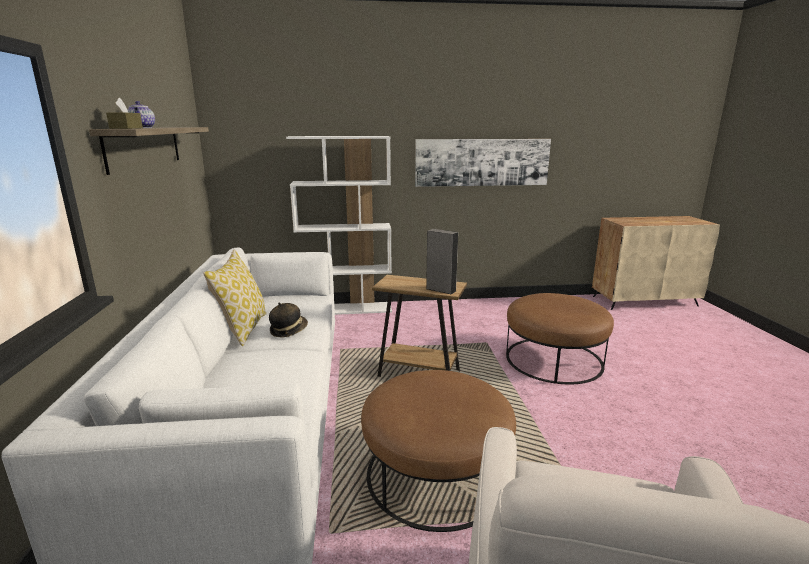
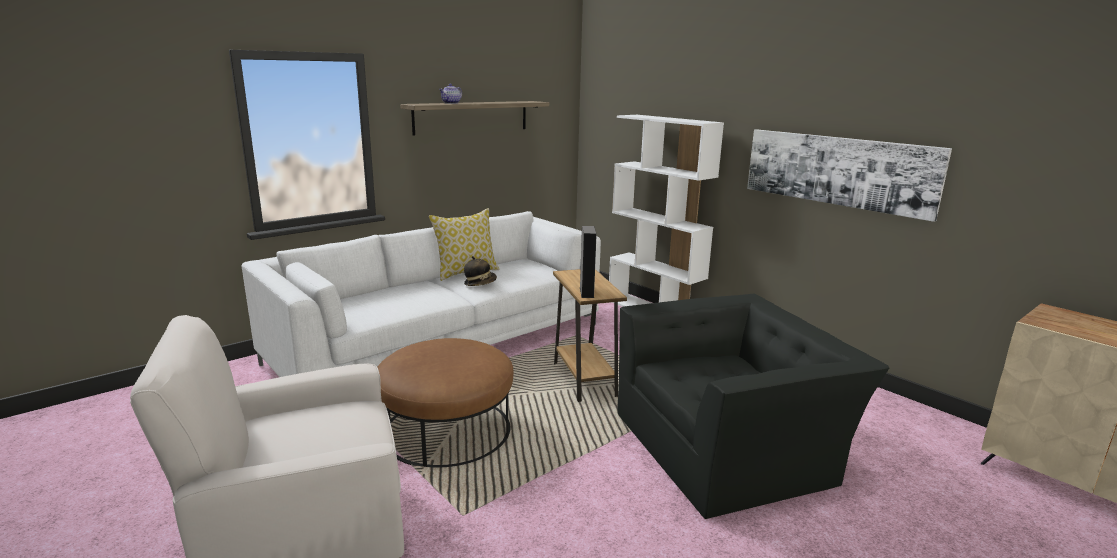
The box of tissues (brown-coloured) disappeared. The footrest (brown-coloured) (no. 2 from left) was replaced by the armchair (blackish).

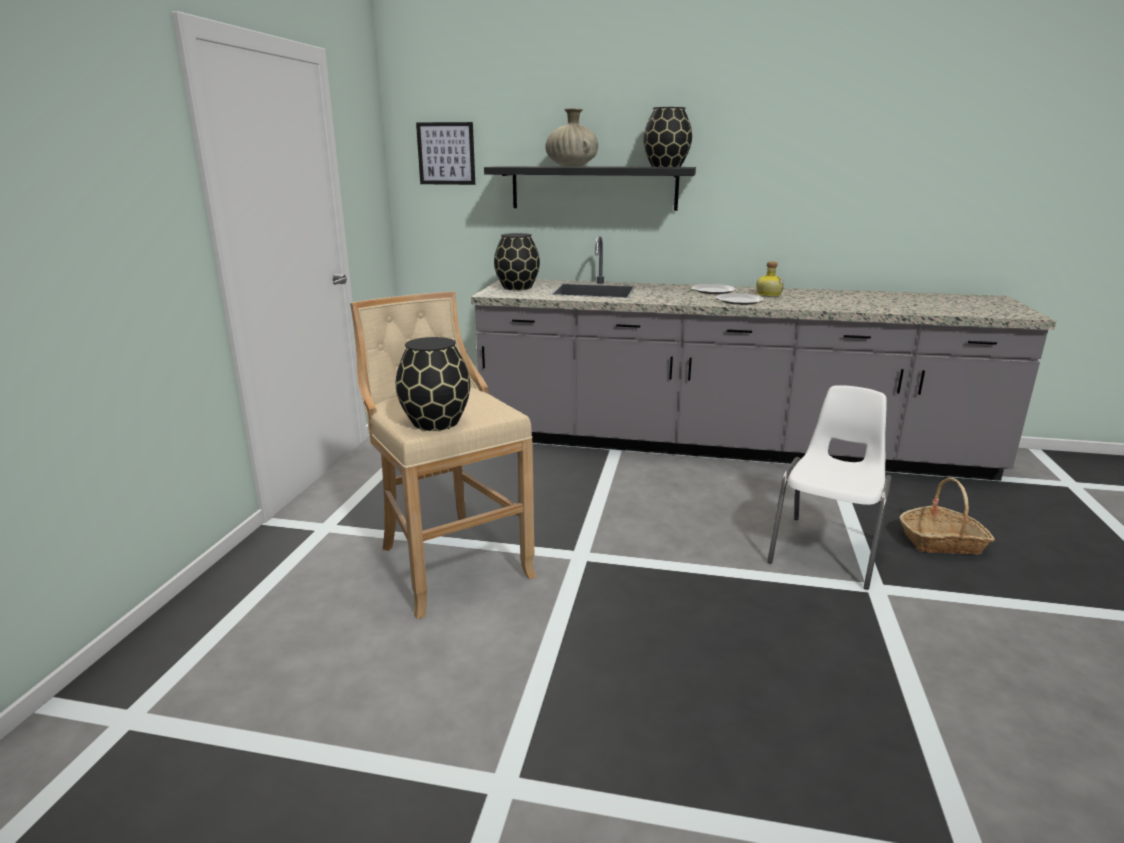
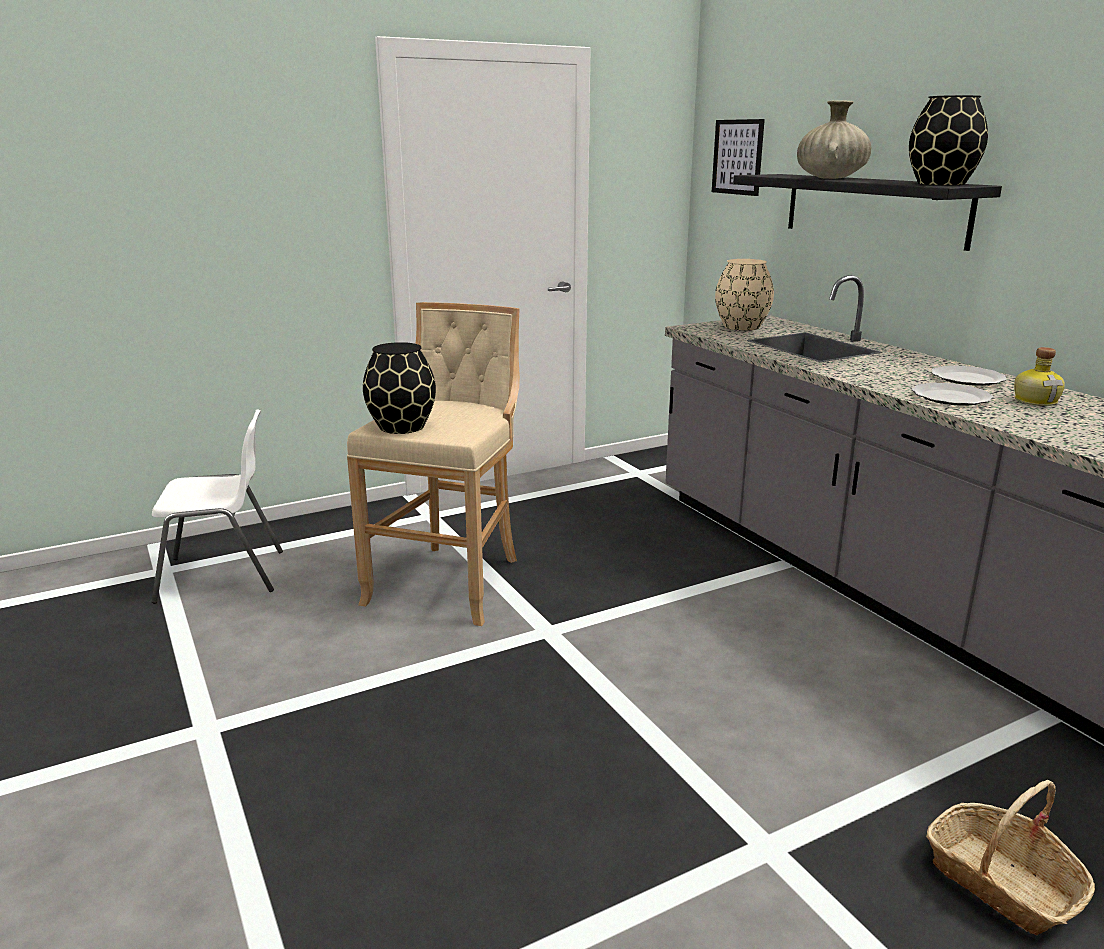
The plain chair (whitish) moved. The vase (blackish) (no. 2 from left) became the vase (beige-coloured) (no. 1 from left).

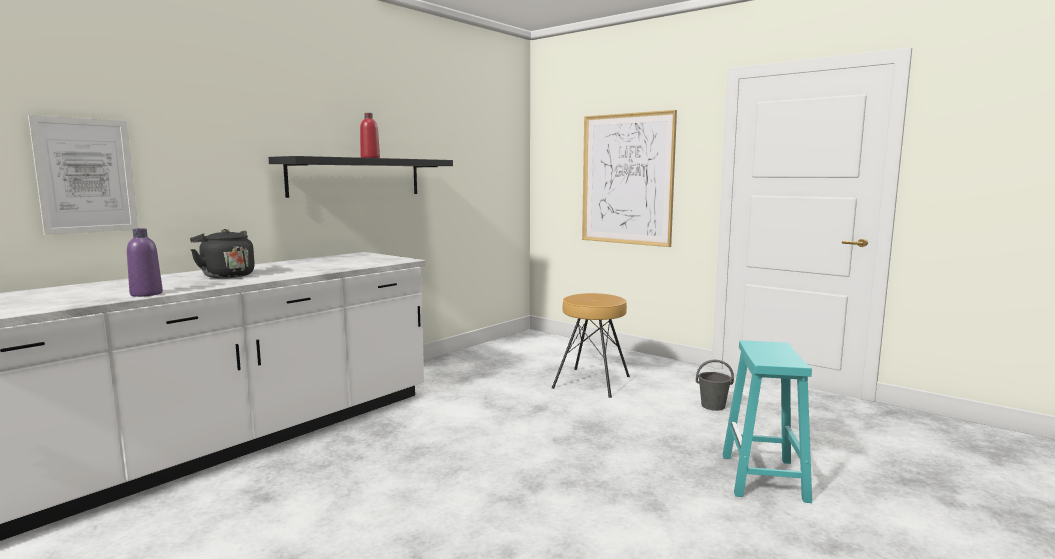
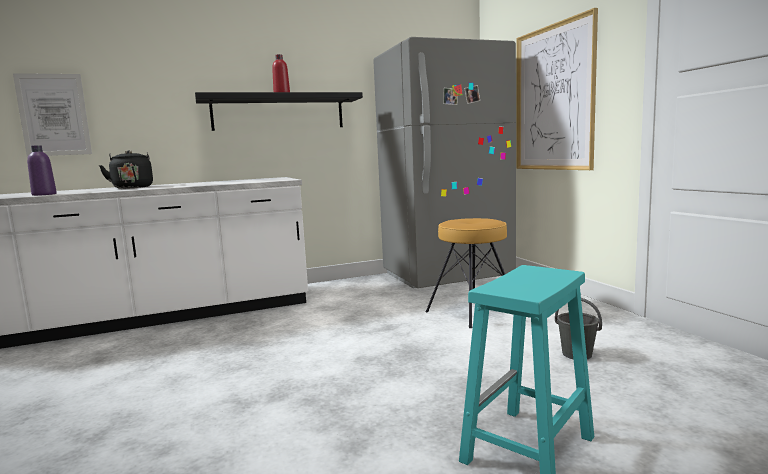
The refrigerator (gray) appeared.

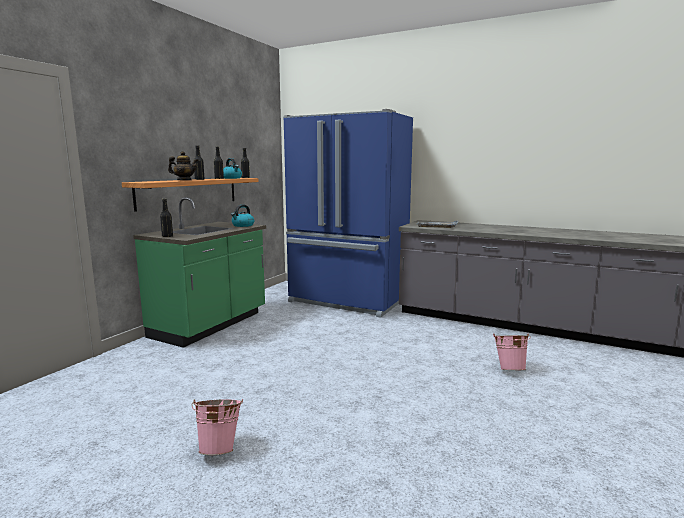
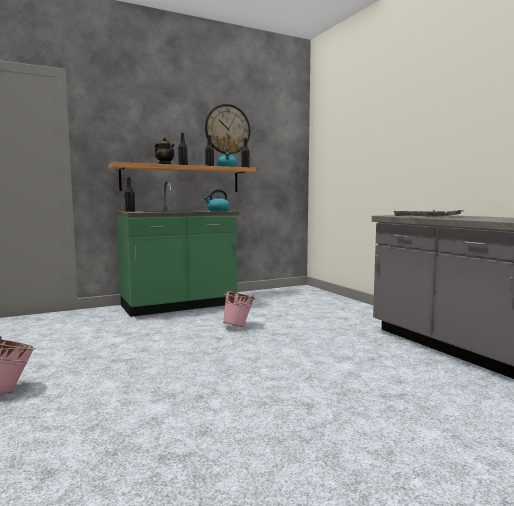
The refrigerator (blue) disappeared. The wall clock appeared. The pail (pinkish) (no. 2 from left) moved.

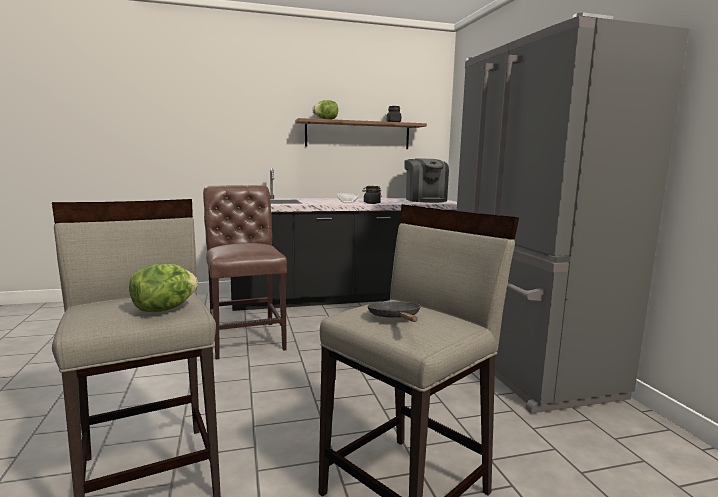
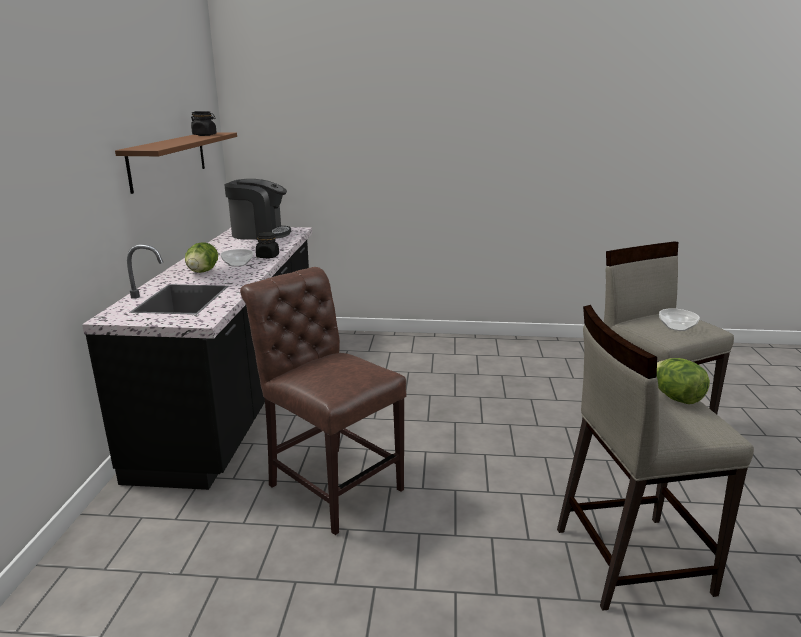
The refrigerator (gray) disappeared. The lettuce (no. 2 from left in the first image) moved. The pan (blackish) was replaced by the deep dish (no. 2 from left). The plain chair (brown-coloured) turned 45 degrees clockwise.

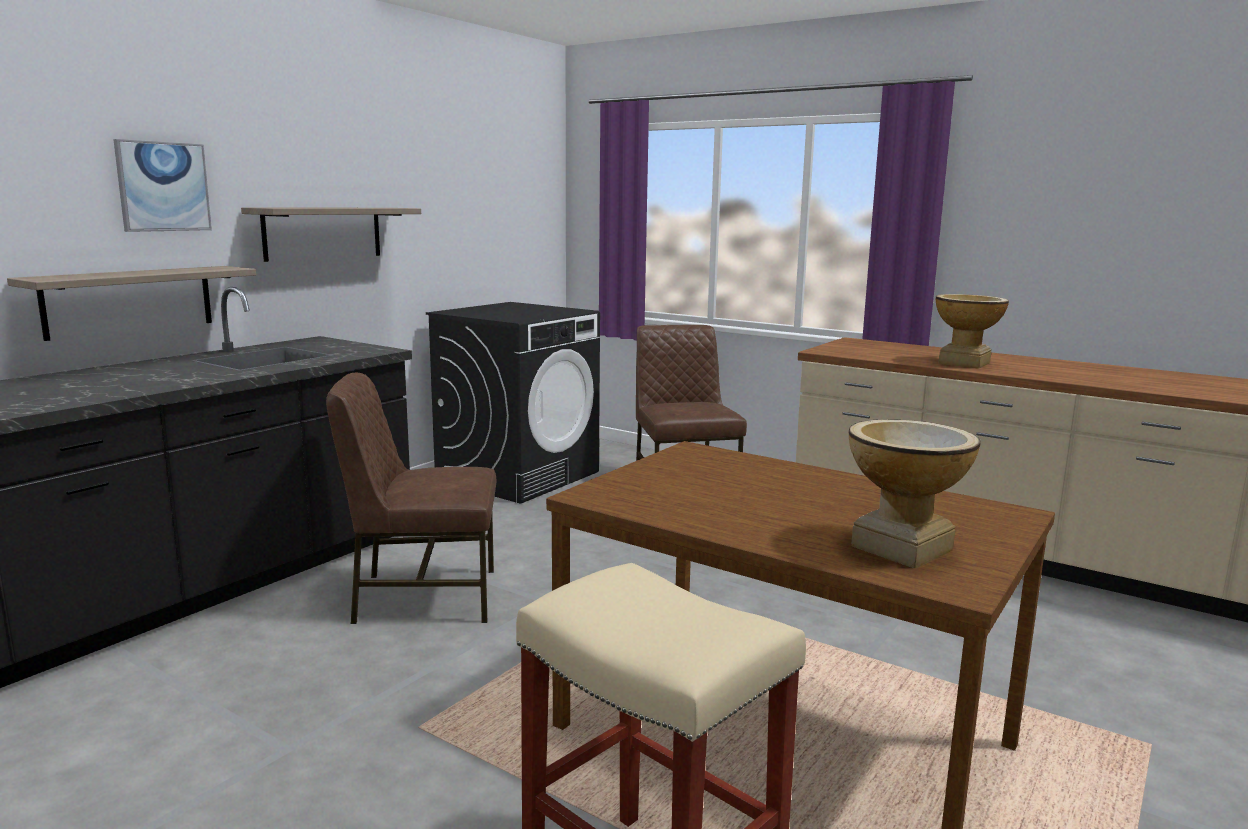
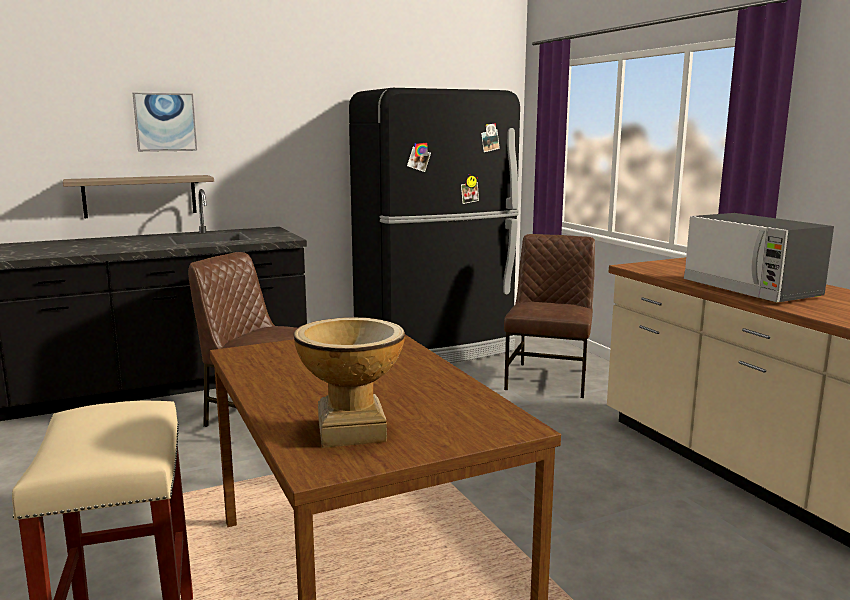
The wall shelf (no. 2 from left) disappeared. The washing machine (blackish) was replaced by the refrigerator (blackish). The vase (no. 2 from left) was replaced by the microwave oven.

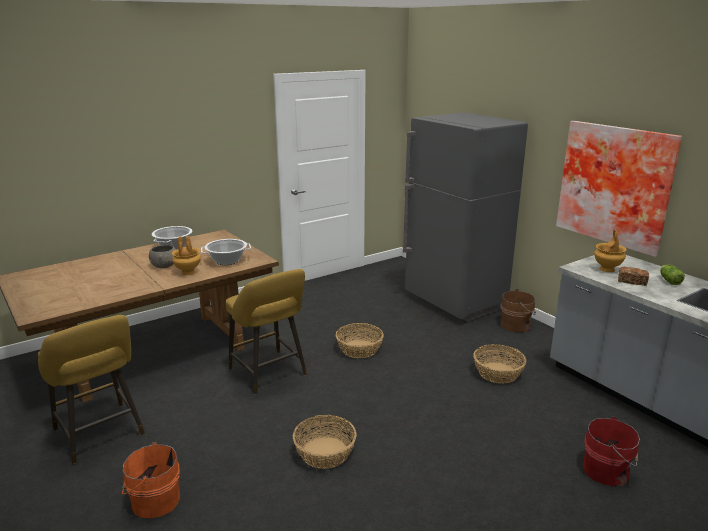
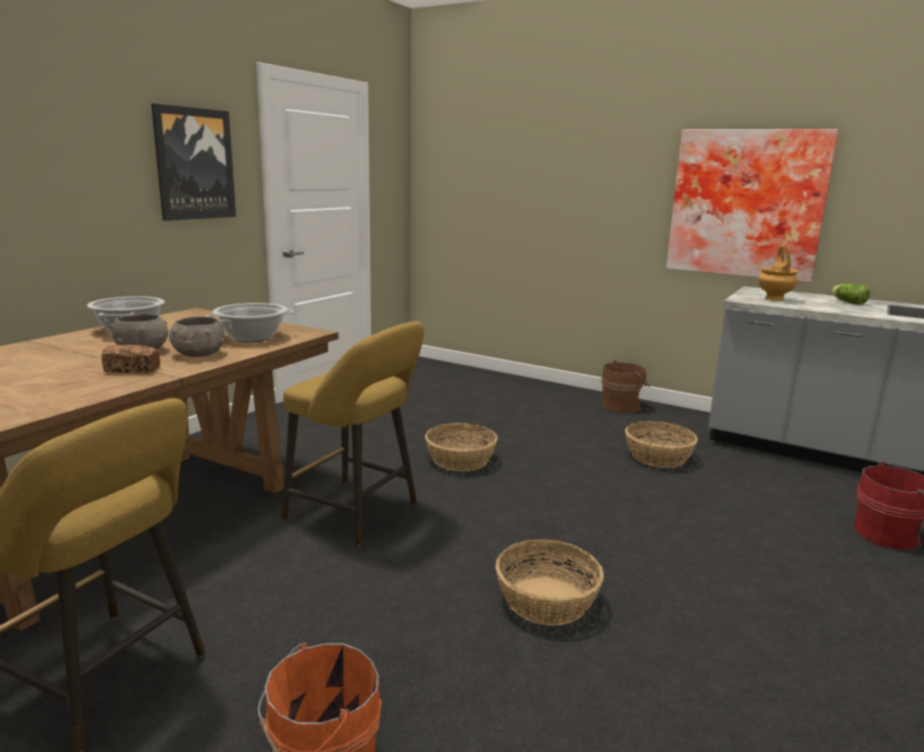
The refrigerator (gray) disappeared. The wall art (no. 1 from left) appeared. The bread moved. The vase (brown-coloured) (no. 1 from left) was replaced by the deep dish (gray) (no. 2 from left).

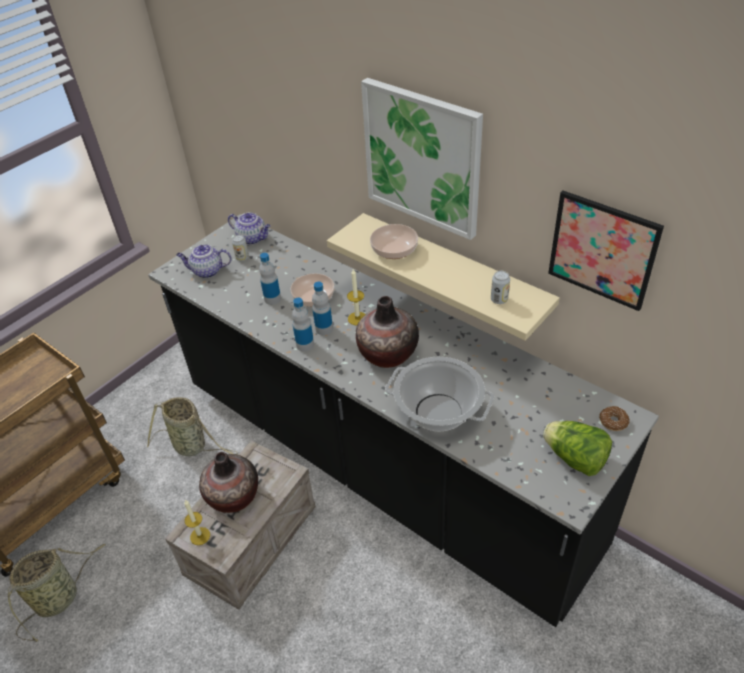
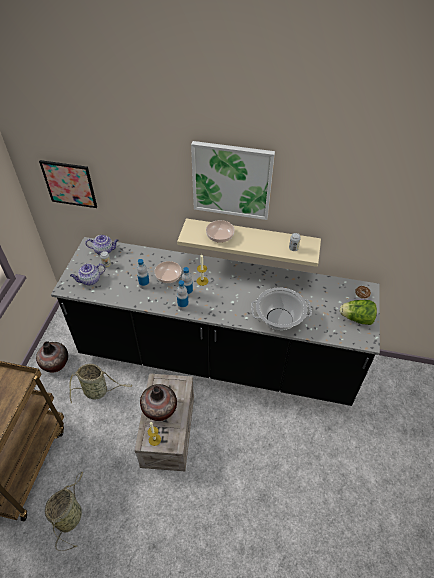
The vase (no. 2 from left in the first image) moved. The wall art (no. 2 from left in the first image) moved.

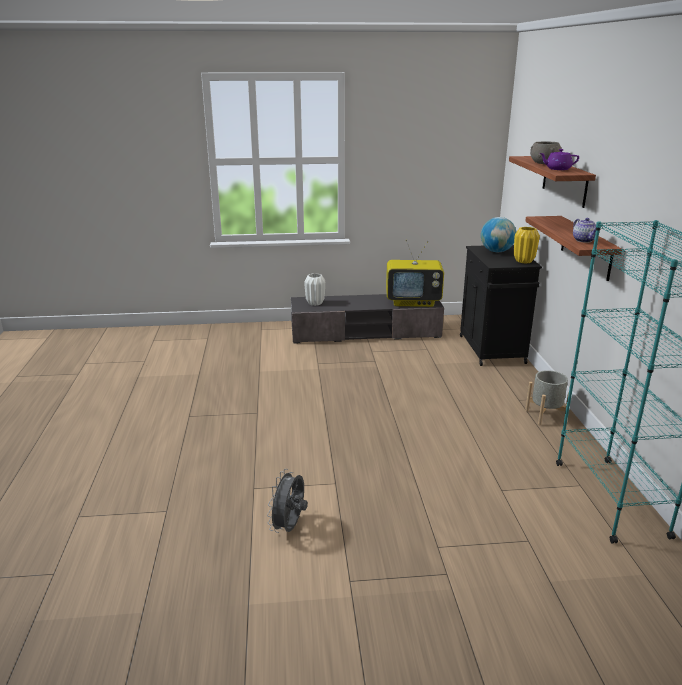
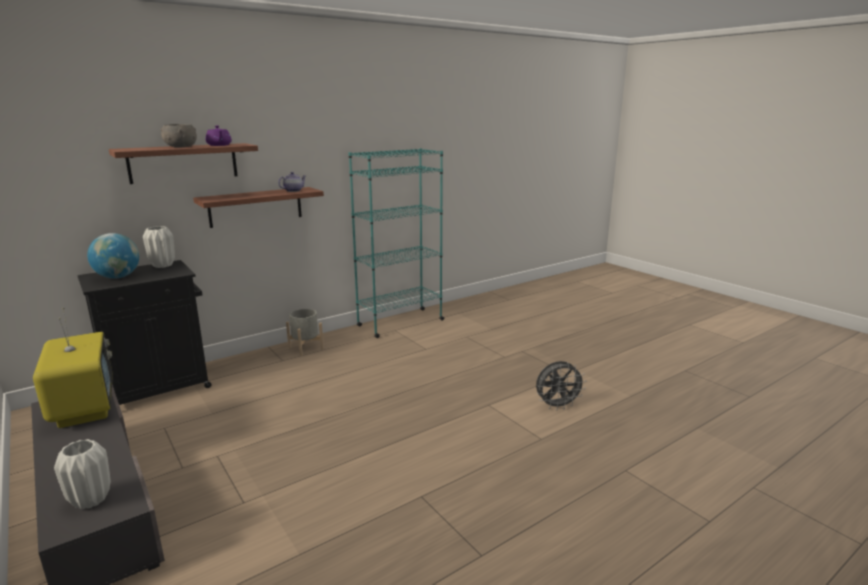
The vase (yellowish) became the vase (whitish) (no. 2 from left).

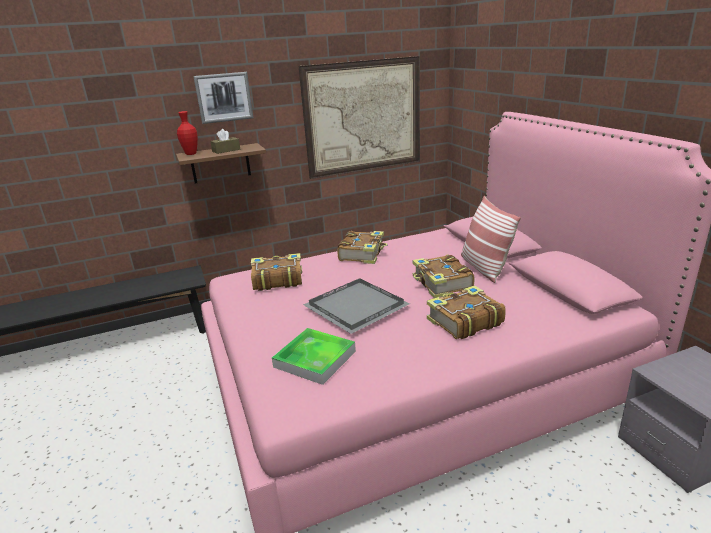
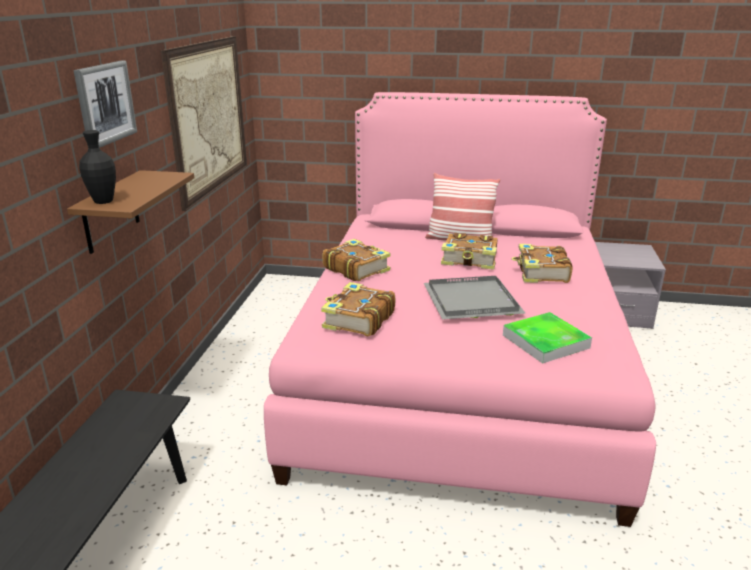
The box of tissues (brown-coloured) disappeared. The vase (reddish) became the vase (blackish).

